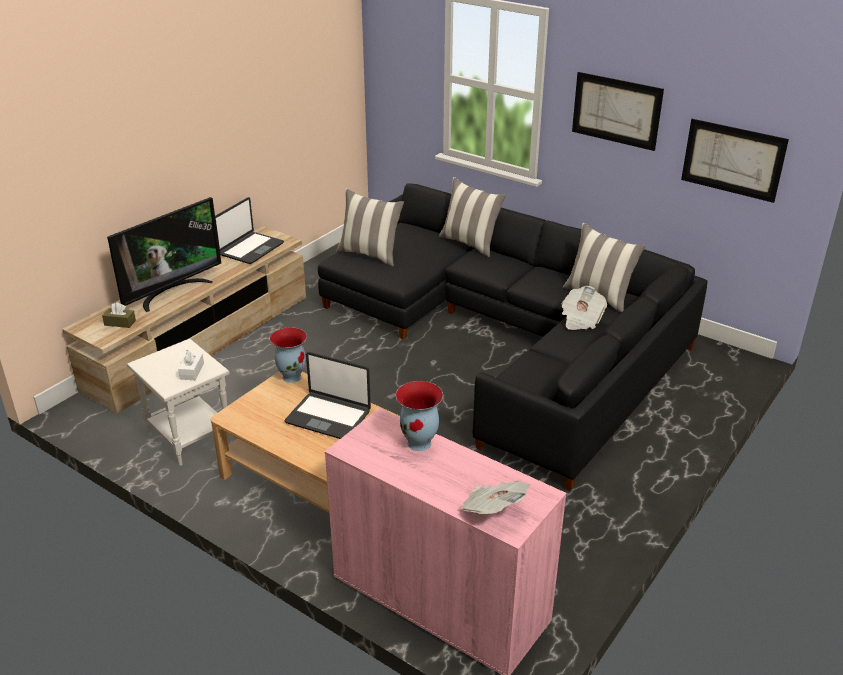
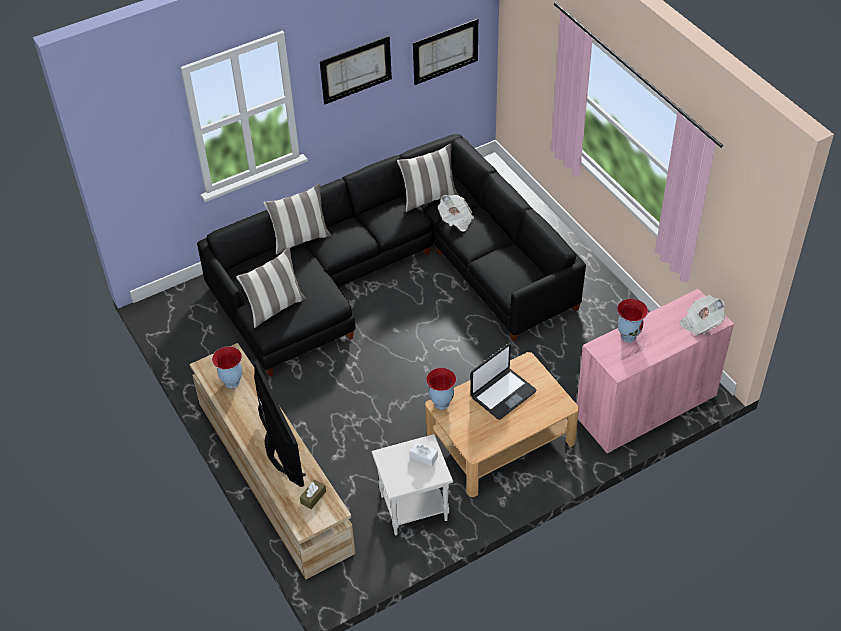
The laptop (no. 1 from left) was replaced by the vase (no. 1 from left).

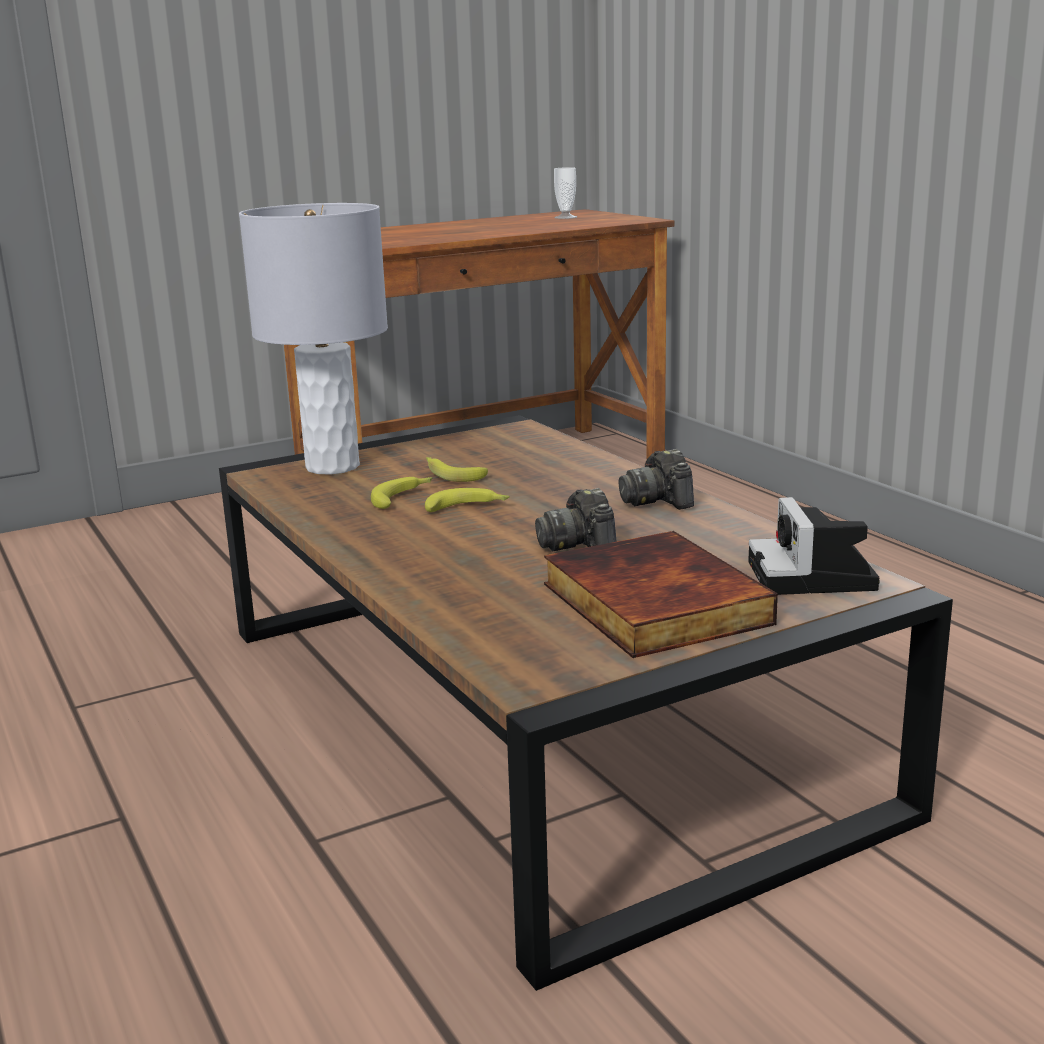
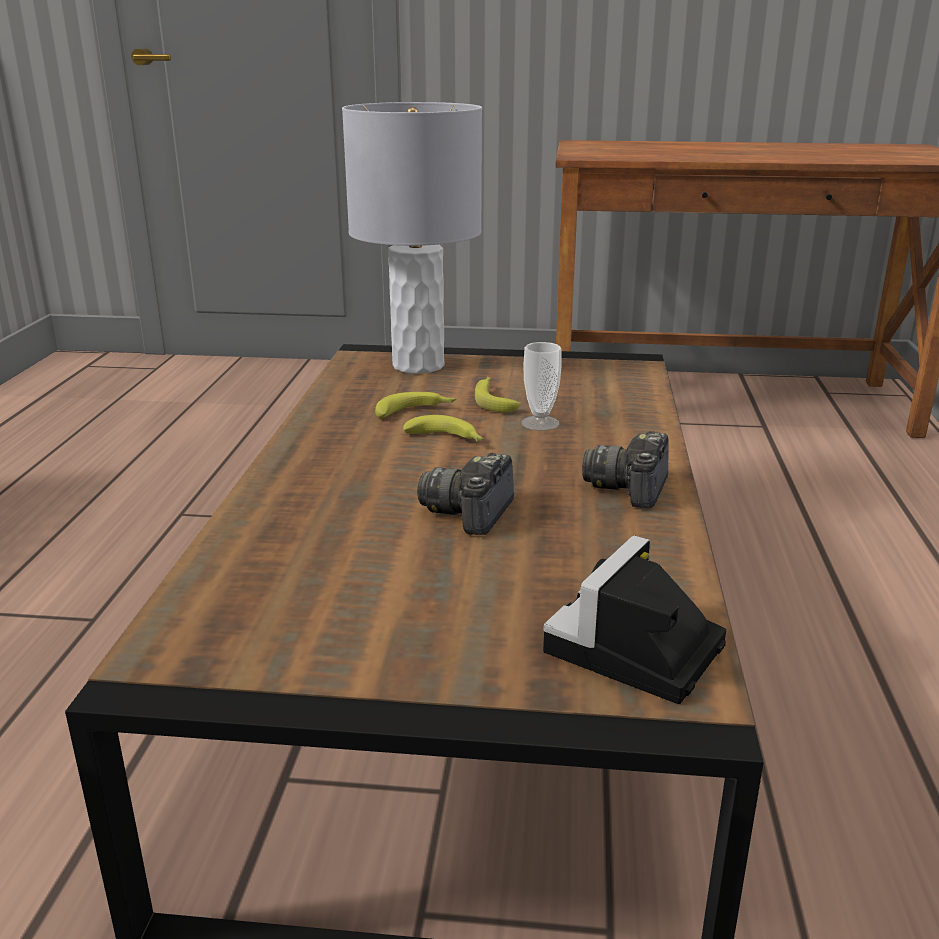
The book disappeared. The drinking cup moved.

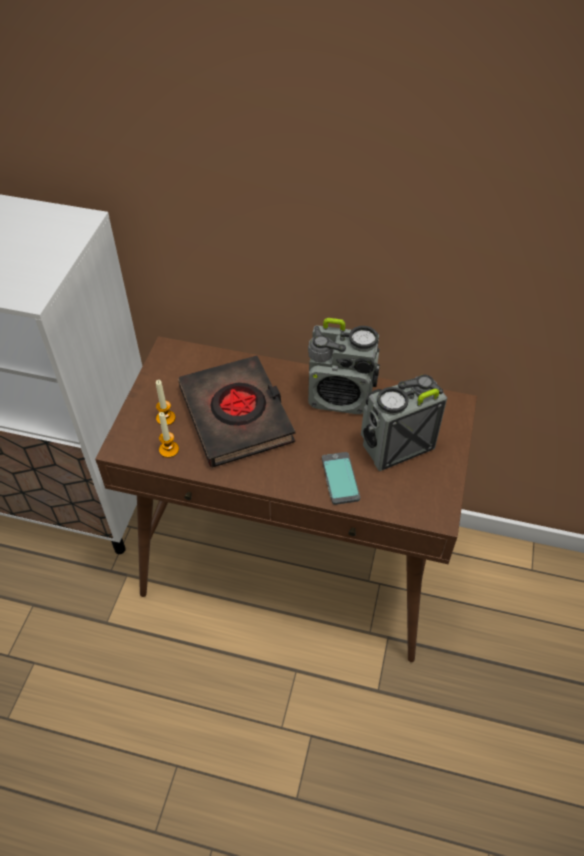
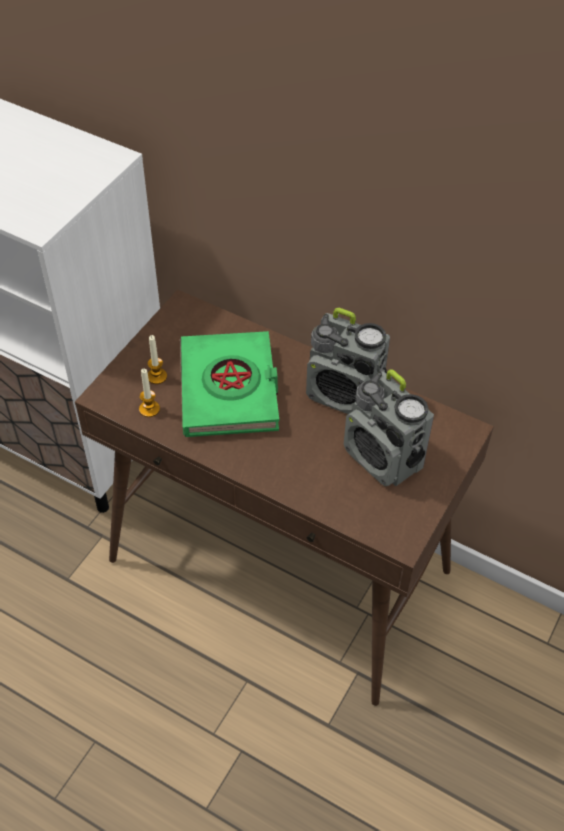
The handset disappeared. The book (blackish) became the book (greenish). The radio (no. 2 from left) turned 120 degrees counterclockwise.

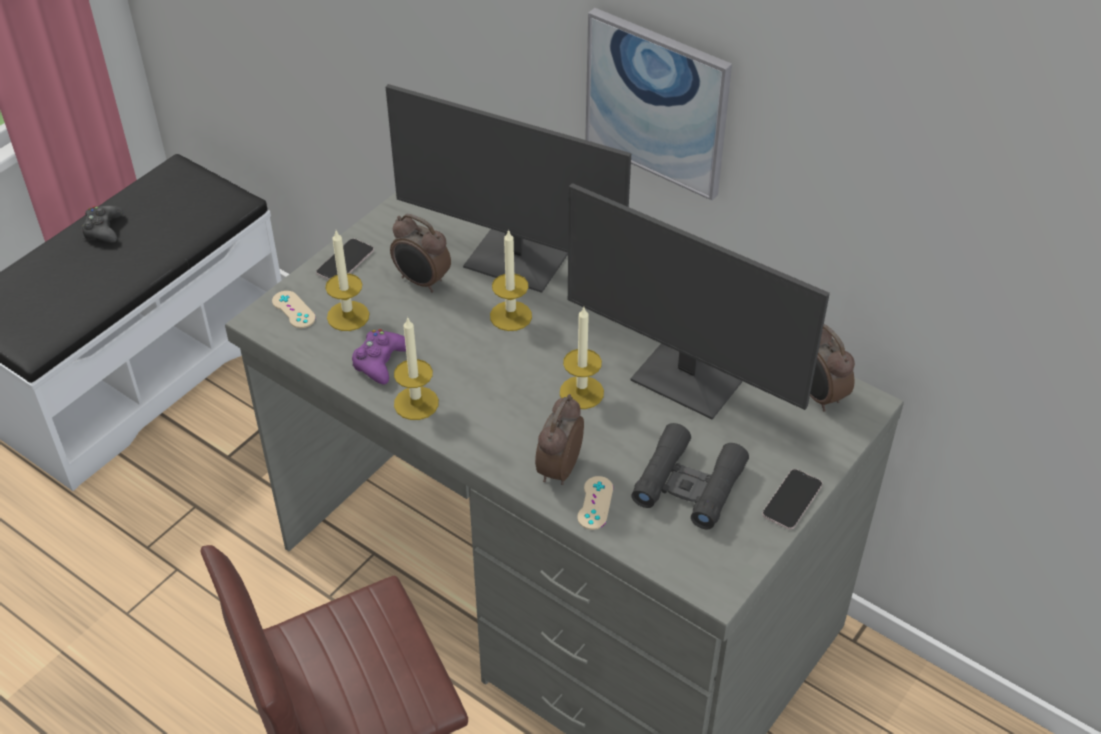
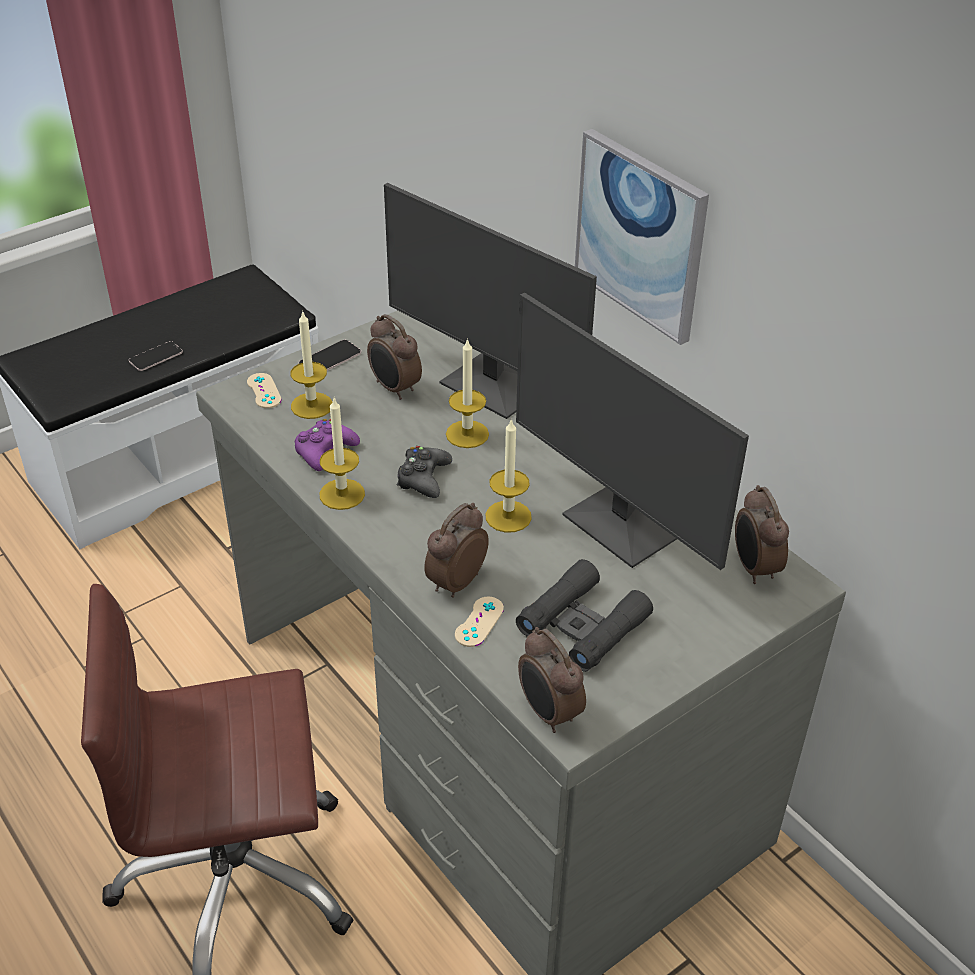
The bedside clock (no. 3 from left) appeared. The joypad (blackish) moved. The handset (no. 2 from left in the first image) moved.

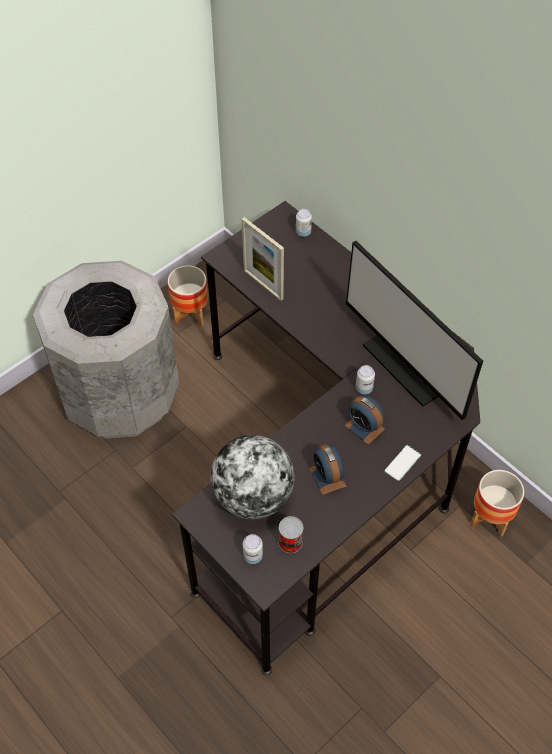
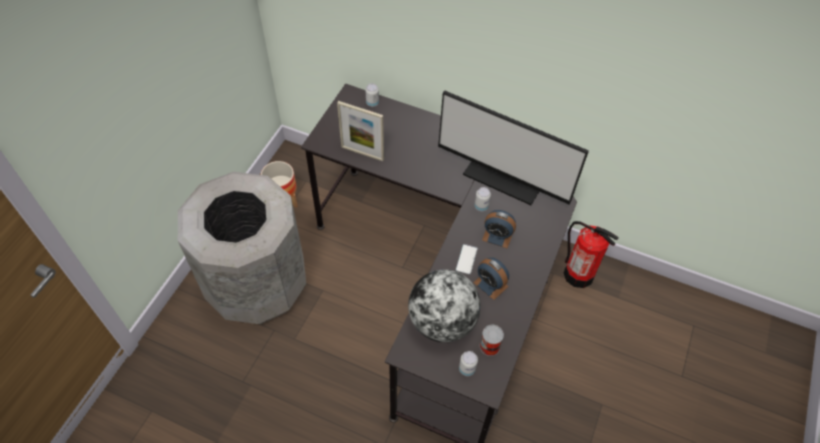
The handset moved. The planter (no. 2 from left) was replaced by the extinguisher.

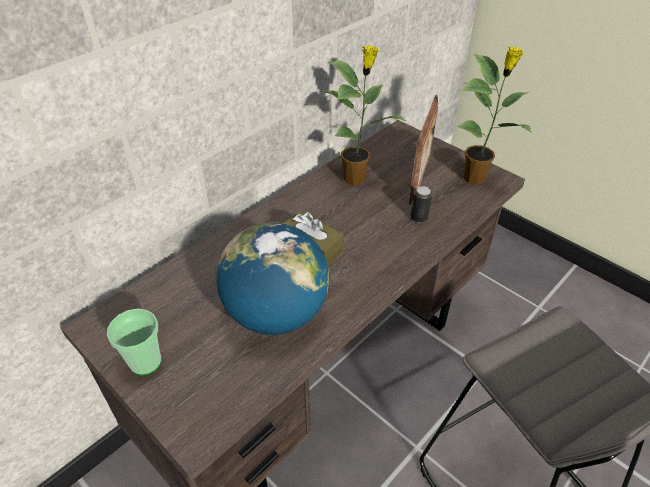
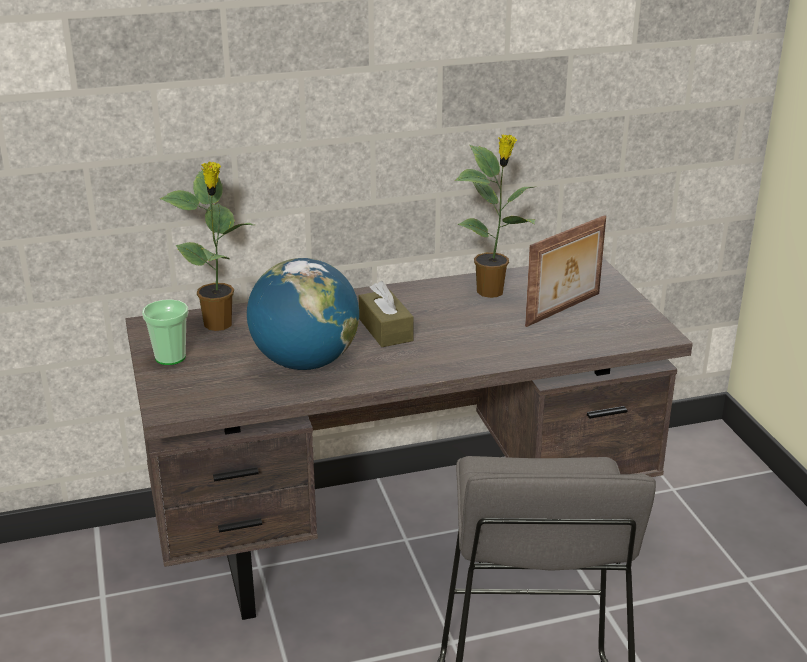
The can disappeared. The potted plant (no. 2 from left in the first image) moved.

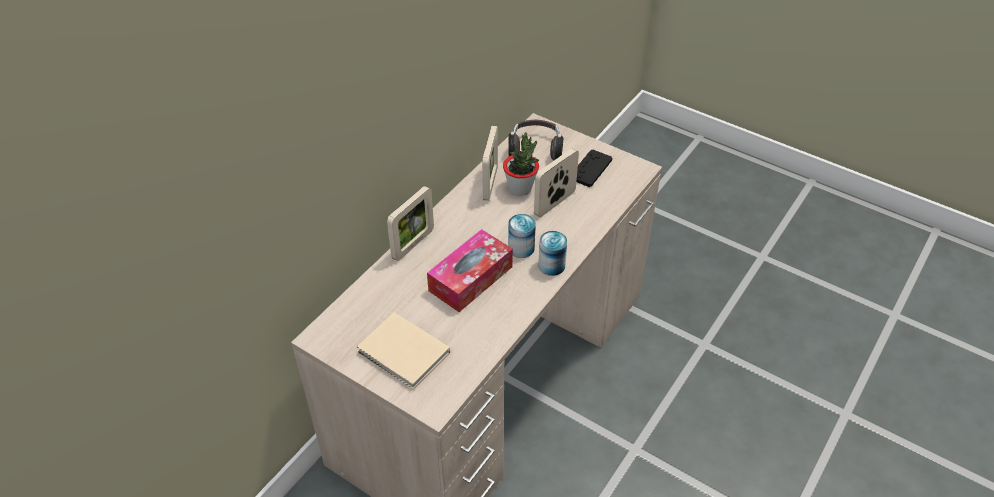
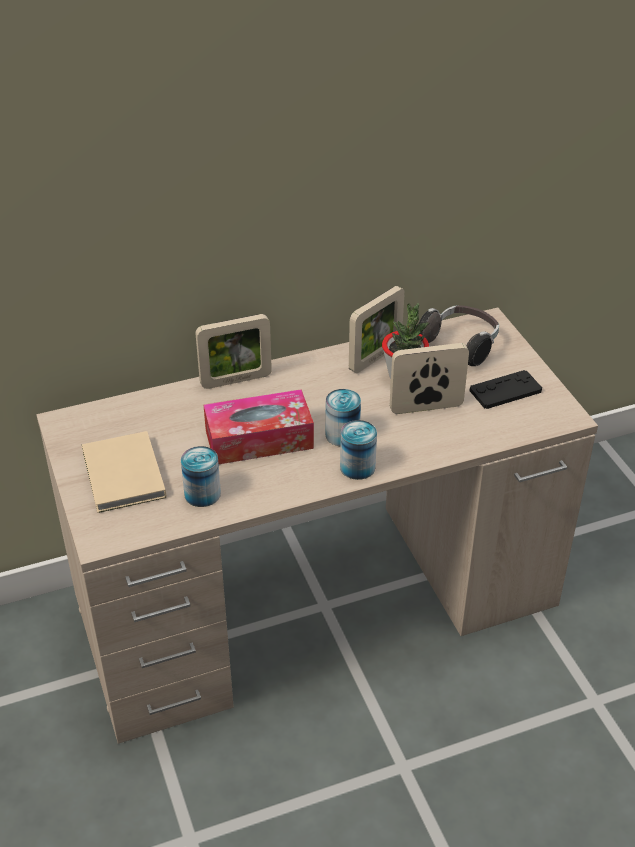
The can (no. 1 from left) appeared.

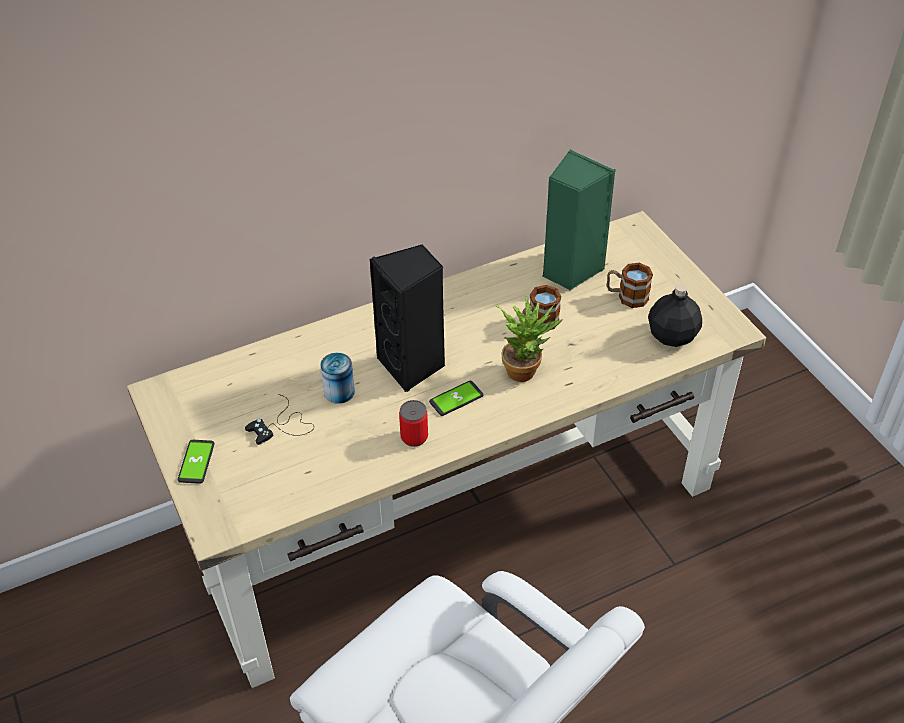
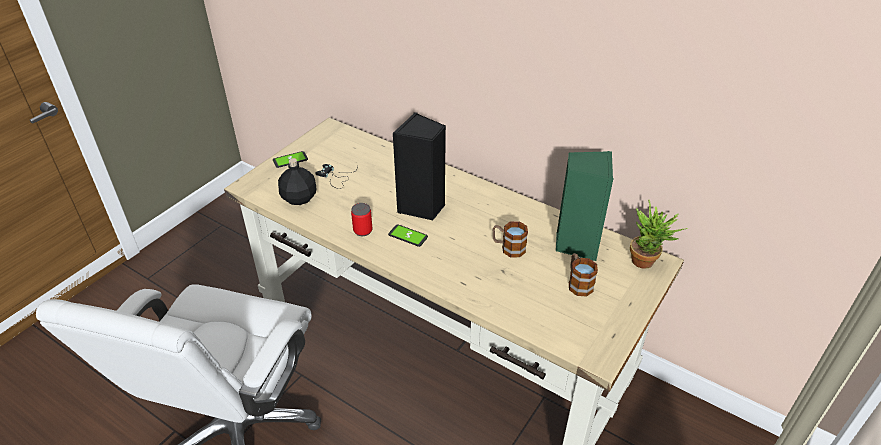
The can (no. 1 from left) disappeared. The potted plant moved. The drink bottle (blackish) moved.

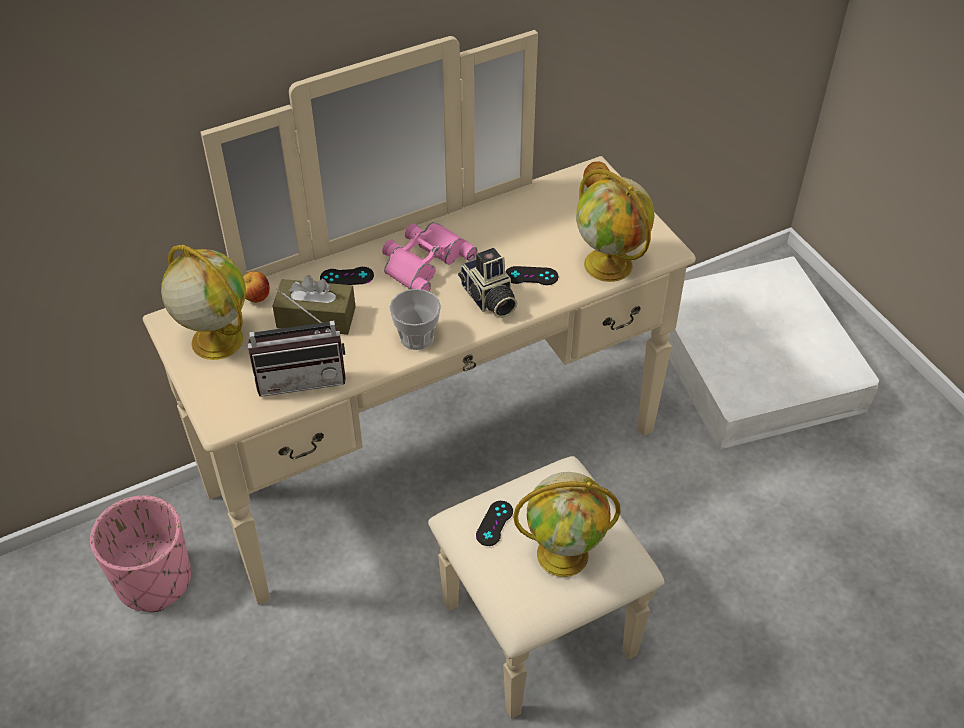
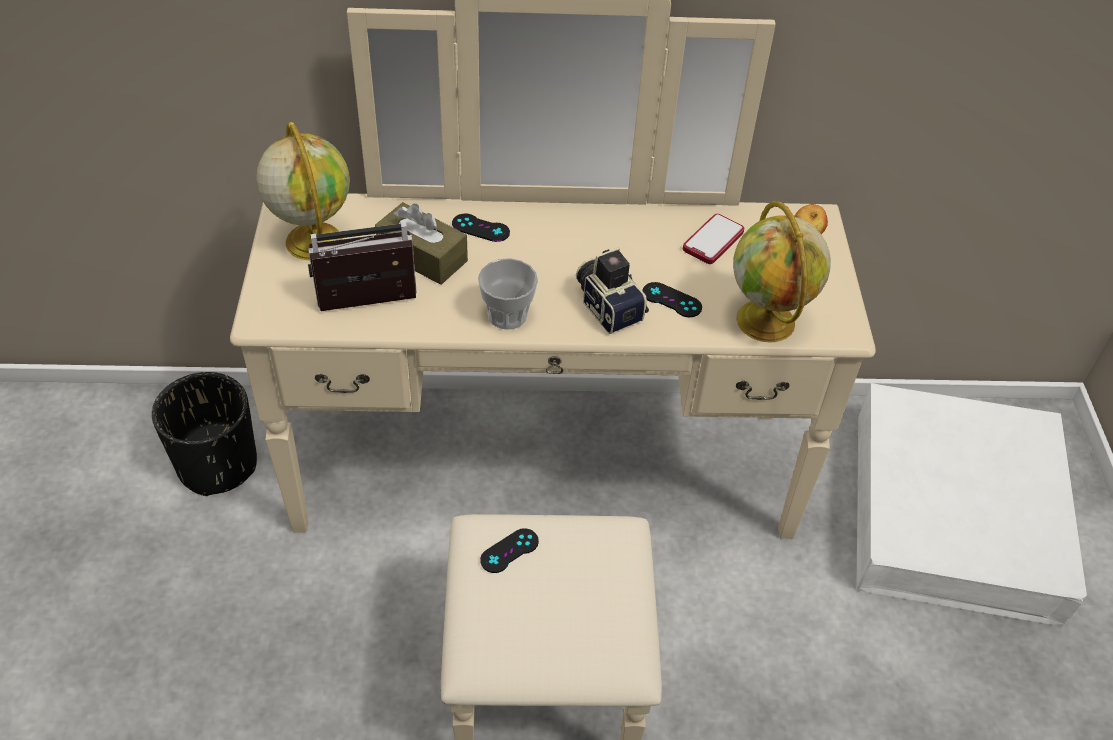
The apple (no. 1 from left) disappeared. The field glasses (pinkish) disappeared. The globe (no. 2 from left) disappeared. The handset appeared. The planter (pinkish) became the planter (blackish). The radio turned 150 degrees clockwise. The photo camera turned 150 degrees clockwise.

